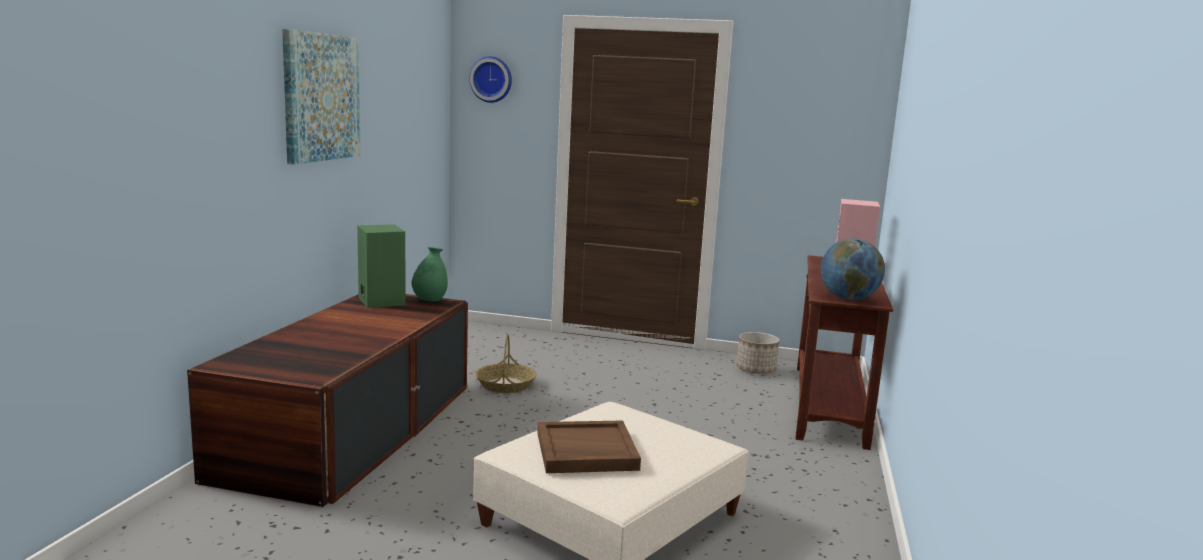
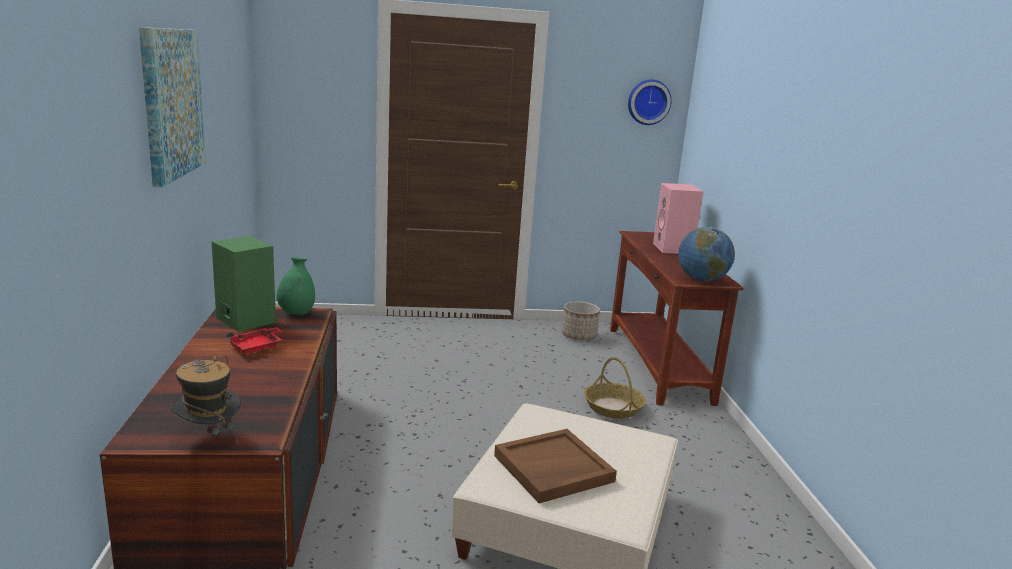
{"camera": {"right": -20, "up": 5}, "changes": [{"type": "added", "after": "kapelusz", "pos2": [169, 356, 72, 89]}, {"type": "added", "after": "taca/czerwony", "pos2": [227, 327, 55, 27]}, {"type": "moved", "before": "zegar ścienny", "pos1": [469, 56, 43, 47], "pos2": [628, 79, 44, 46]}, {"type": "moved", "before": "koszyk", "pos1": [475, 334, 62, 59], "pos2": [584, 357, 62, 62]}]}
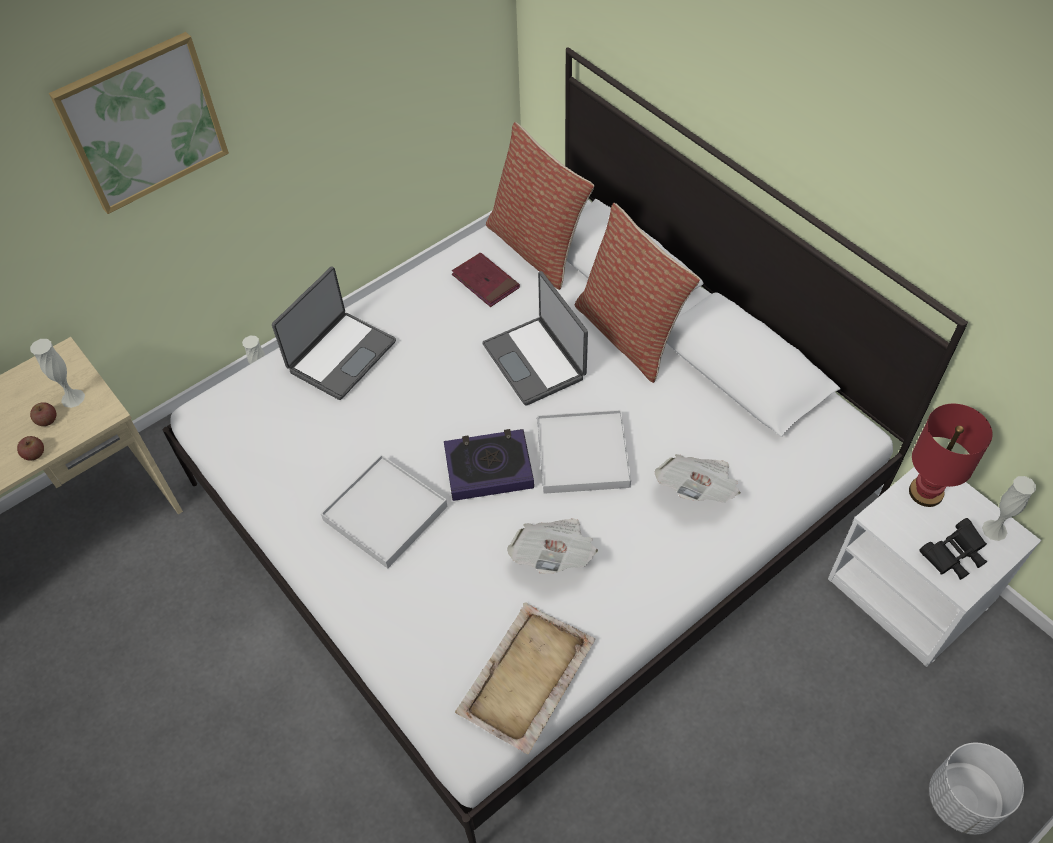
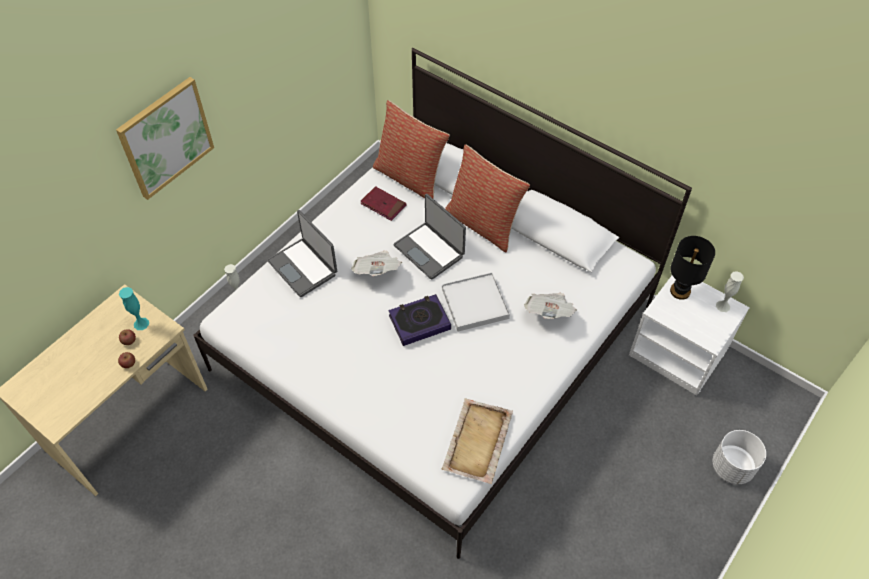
{"camera": {"right": -15, "up": 0}, "changes": [{"type": "removed", "before": "taca/biały", "pos1": [321, 455, 127, 114]}, {"type": "removed", "before": "lornetka/czarny", "pos1": [919, 518, 68, 62]}, {"type": "moved", "before": "gazeta", "pos1": [507, 518, 91, 56], "pos2": [351, 251, 51, 25]}, {"type": "recoloured", "before": "wazon/biały", "after": "wazon/turkusowy", "pos1": [30, 339, 55, 69], "pos2": [119, 287, 30, 43]}, {"type": "recoloured", "before": "lampa stołowa/czerwony", "after": "lampa stołowa/czarny", "pos1": [909, 404, 84, 103], "pos2": [670, 236, 45, 64]}, {"type": "turned", "before": "laptop", "pos1": [272, 266, 124, 134], "pos2": [267, 210, 70, 87], "turn": 120}]}
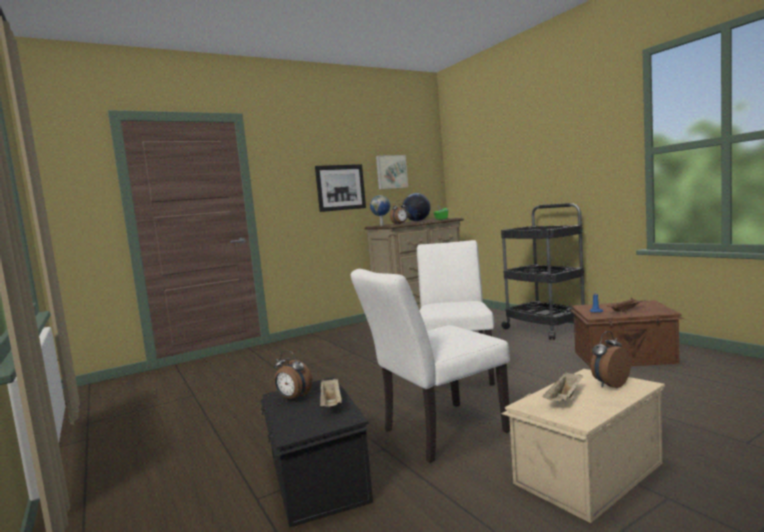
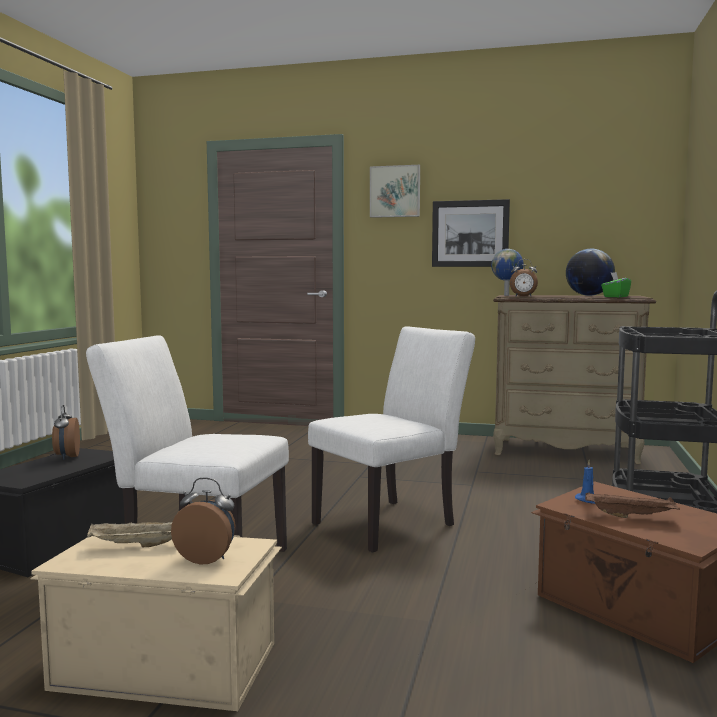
{"camera": {"right": 45, "up": 0}, "changes": [{"type": "removed", "before": "taca/beżowy", "pos1": [320, 379, 22, 28]}, {"type": "moved", "before": "obraz", "pos1": [376, 155, 32, 34], "pos2": [370, 165, 50, 53]}]}
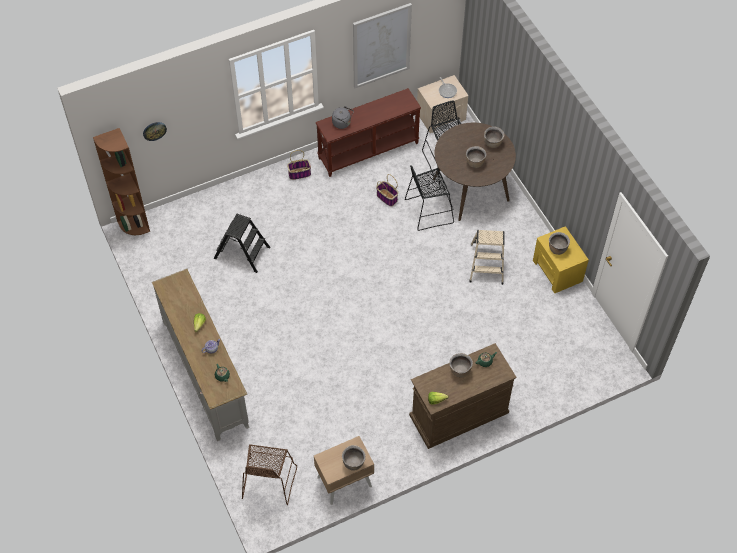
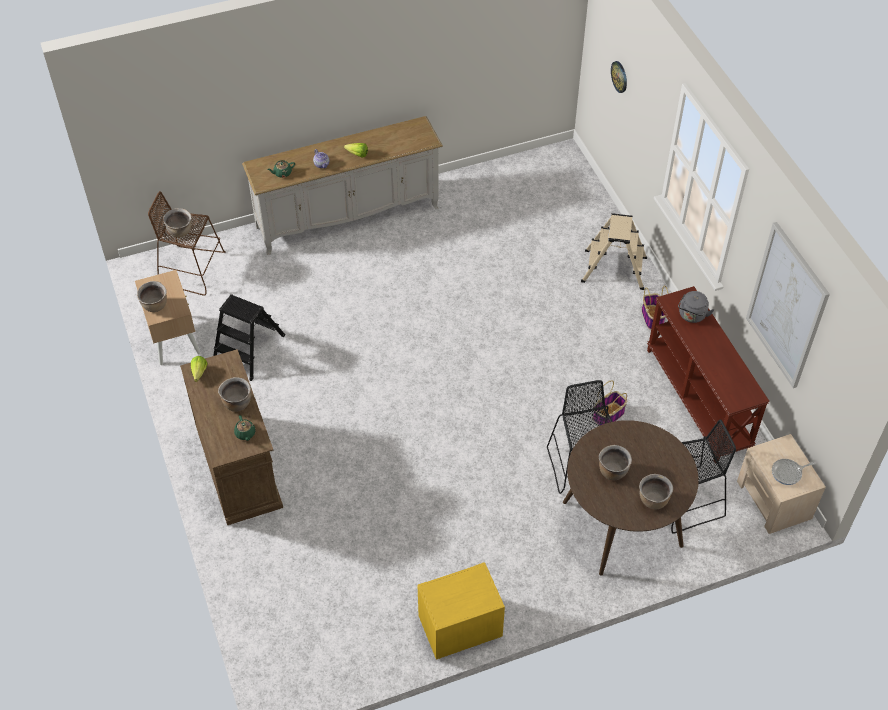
{"camera": {"right": 95, "up": -5}, "changes": [{"type": "removed", "before": "regał/brązowy", "pos1": [93, 128, 57, 107]}, {"type": "moved", "before": "drabinka/czarny", "pos1": [214, 213, 56, 60], "pos2": [213, 294, 73, 87]}, {"type": "moved", "before": "drabinka/beżowy", "pos1": [469, 230, 36, 55], "pos2": [581, 213, 66, 77]}, {"type": "moved", "before": "garnek/brązowy", "pos1": [549, 232, 21, 23], "pos2": [163, 208, 29, 30]}]}
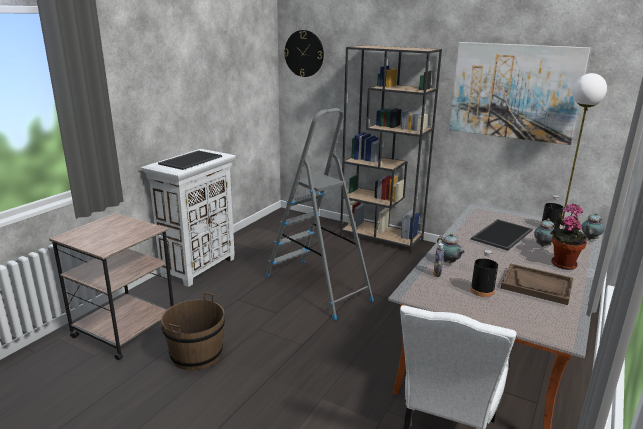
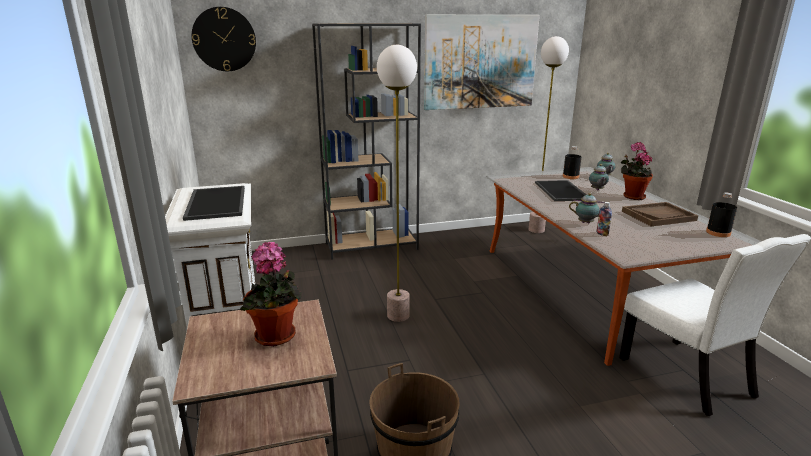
{"camera": {"right": -45, "up": 0}, "changes": [{"type": "added", "after": "roślina doniczkowa", "pos2": [240, 242, 62, 105]}, {"type": "moved", "before": "butelka/czarny", "pos1": [470, 250, 28, 47], "pos2": [706, 193, 31, 44]}, {"type": "replaced", "before": "drabinka/szary", "after": "lampa stojąca", "pos1": [266, 108, 108, 212], "pos2": [377, 45, 40, 277]}]}
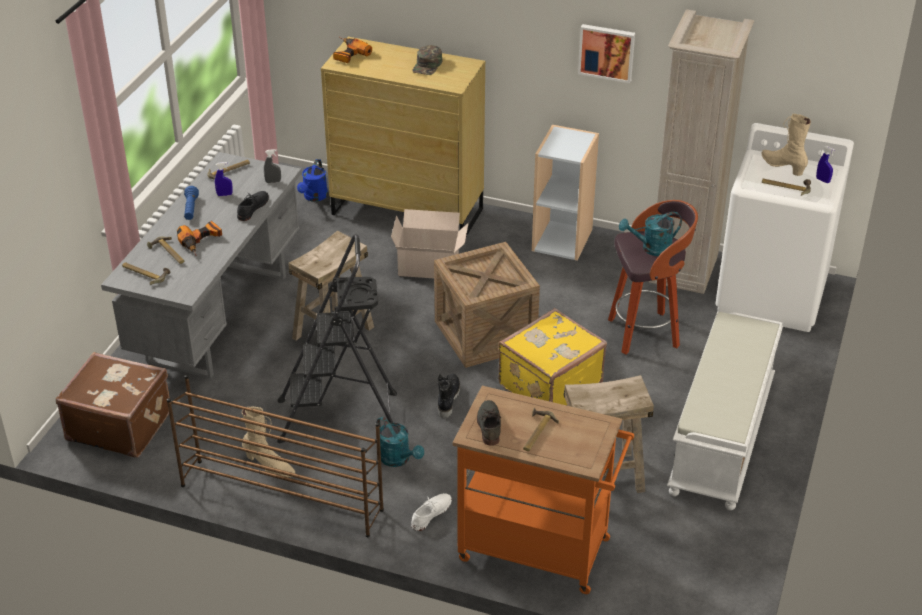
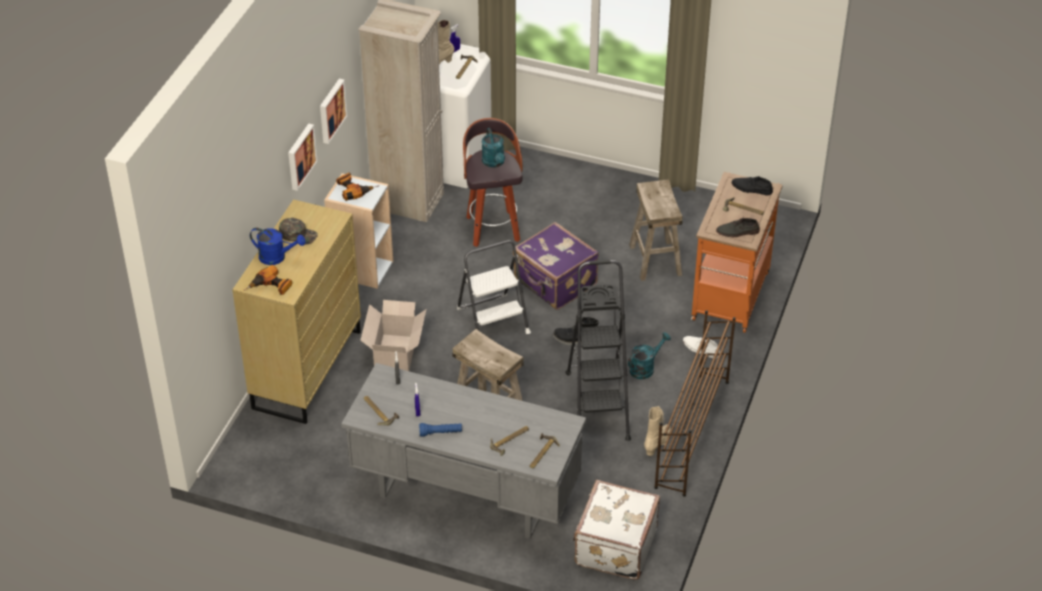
{"camera": {"right": -90, "up": 5}, "changes": [{"type": "removed", "before": "ławka/biały", "pos1": [667, 312, 116, 198]}, {"type": "added", "after": "obraz", "pos2": [288, 123, 30, 68]}, {"type": "moved", "before": "wiertarka", "pos1": [177, 221, 45, 35], "pos2": [336, 173, 43, 28]}, {"type": "moved", "before": "but/czarny", "pos1": [237, 191, 32, 30], "pos2": [732, 176, 41, 20]}, {"type": "moved", "before": "konewka/niebieski", "pos1": [297, 159, 31, 43], "pos2": [250, 228, 55, 37]}, {"type": "replaced", "before": "skrzynka", "after": "drabinka/biały", "pos1": [434, 242, 106, 126], "pos2": [457, 240, 74, 94]}, {"type": "recoloured", "before": "walizka/brązowy", "after": "walizka/biały", "pos1": [56, 352, 114, 105], "pos2": [573, 480, 87, 100]}, {"type": "recoloured", "before": "walizka/żółty", "after": "walizka/fioletowy", "pos1": [498, 308, 109, 98], "pos2": [513, 222, 86, 88]}]}
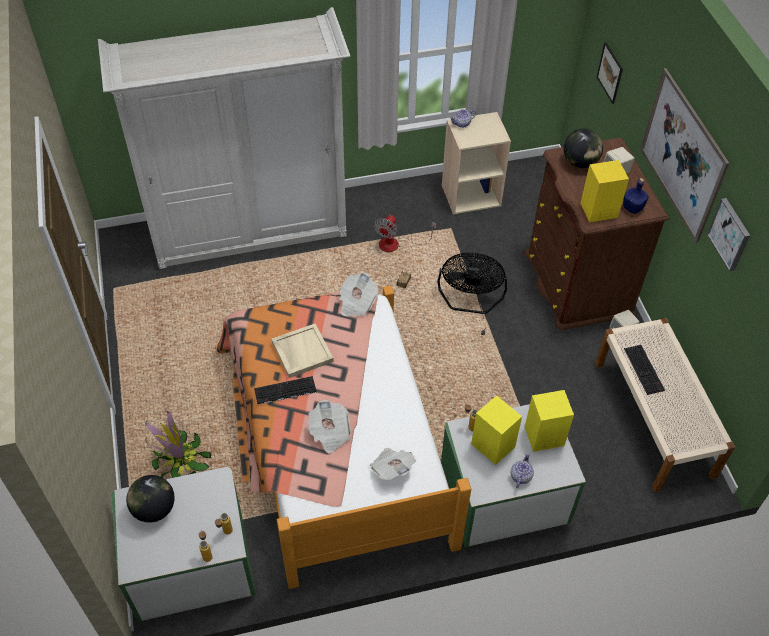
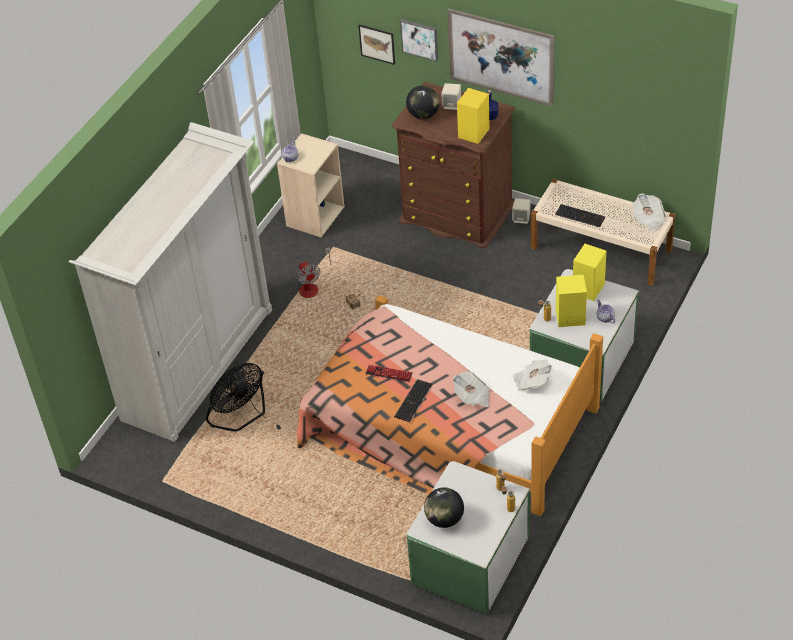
{"camera": {"right": -45, "up": -5}, "changes": [{"type": "removed", "before": "roślina doniczkowa", "pos1": [145, 411, 66, 67]}, {"type": "moved", "before": "gazeta", "pos1": [339, 273, 40, 43], "pos2": [632, 193, 35, 39]}, {"type": "moved", "before": "wentylator/czarny", "pos1": [438, 253, 70, 83], "pos2": [206, 363, 75, 69]}, {"type": "moved", "before": "obraz", "pos1": [707, 198, 43, 74], "pos2": [400, 19, 38, 43]}, {"type": "replaced", "before": "taca/beżowy", "after": "klawiatura", "pos1": [272, 324, 62, 54], "pos2": [365, 365, 47, 17]}]}
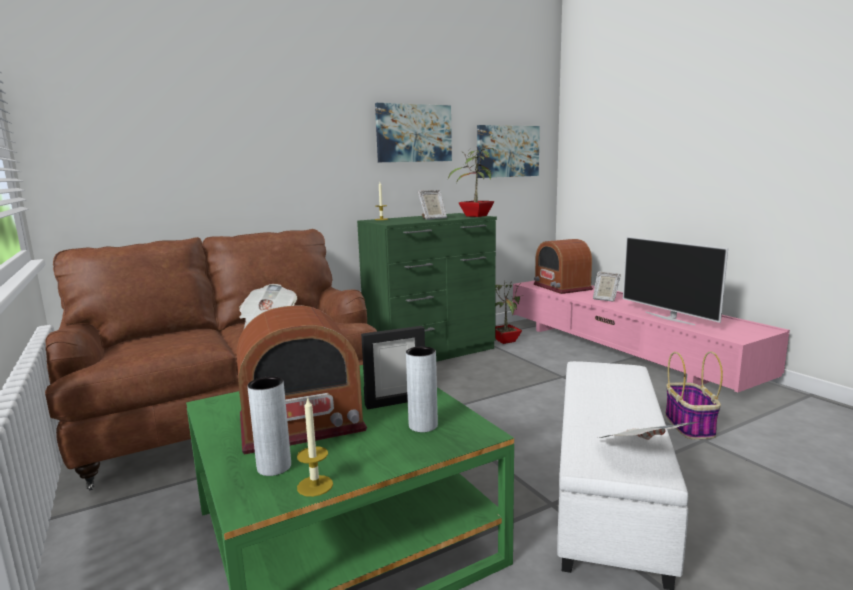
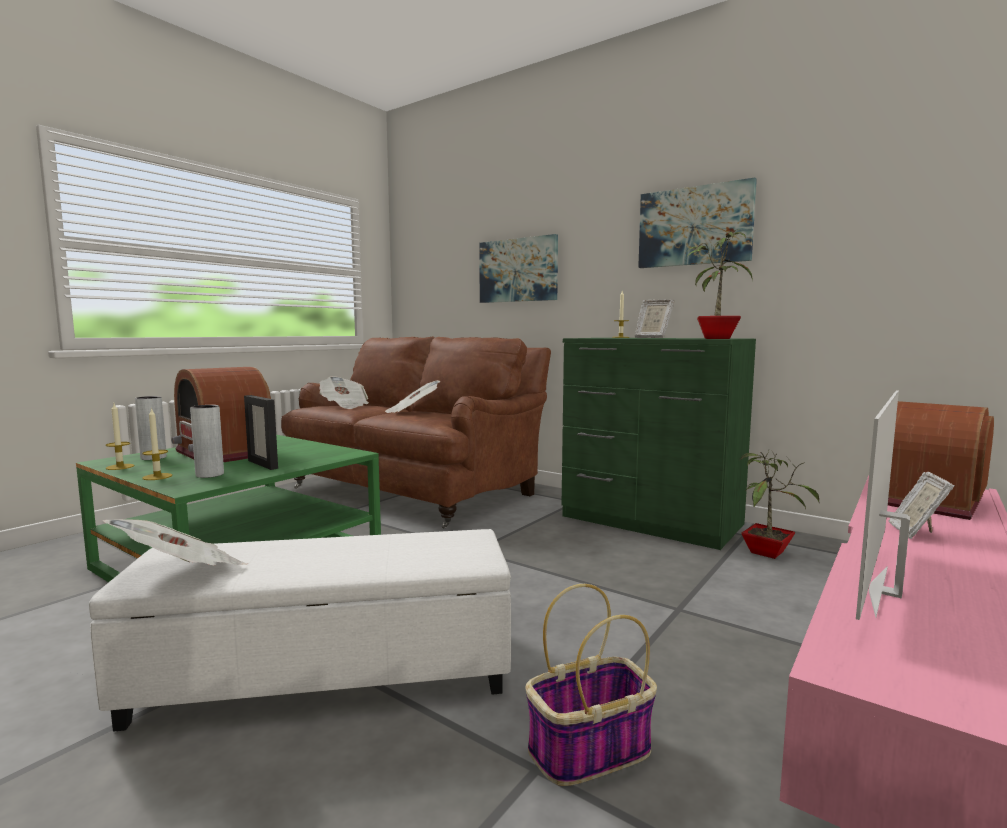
{"camera": {"right": 65, "up": -5}, "changes": [{"type": "added", "after": "świeca", "pos2": [143, 408, 29, 72]}, {"type": "added", "after": "gazeta", "pos2": [319, 376, 50, 33]}, {"type": "moved", "before": "obraz", "pos1": [477, 125, 63, 53], "pos2": [479, 234, 79, 69]}]}
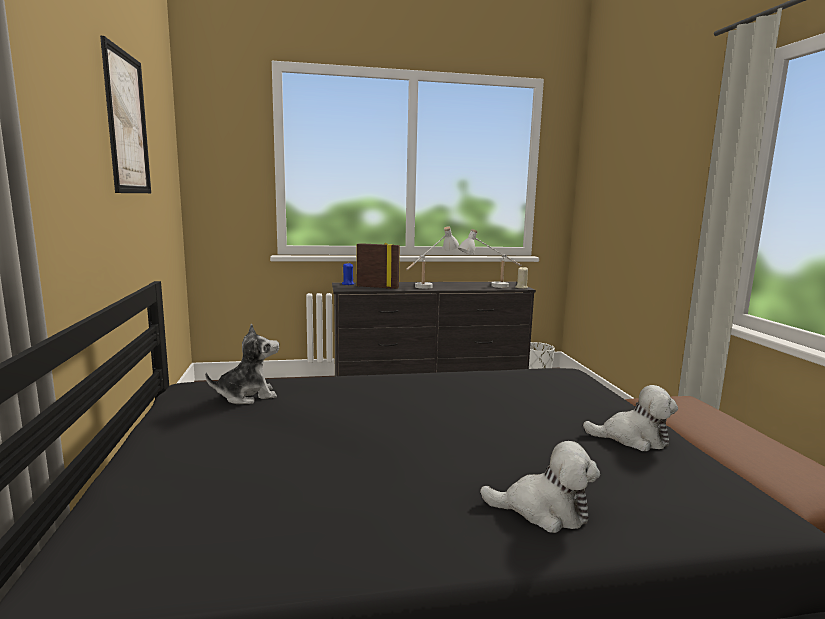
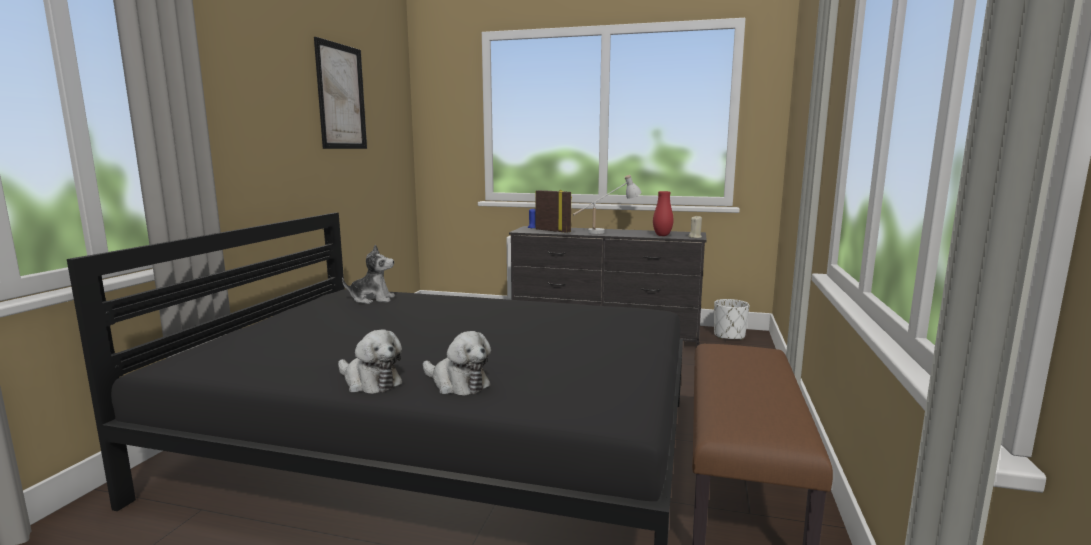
{"camera": {"right": 25, "up": 0}, "changes": [{"type": "moved", "before": "pluszak", "pos1": [583, 385, 95, 66], "pos2": [338, 329, 64, 65]}, {"type": "replaced", "before": "lampa stołowa/biały", "after": "wazon/czerwony", "pos1": [458, 229, 63, 59], "pos2": [653, 191, 20, 45]}]}
